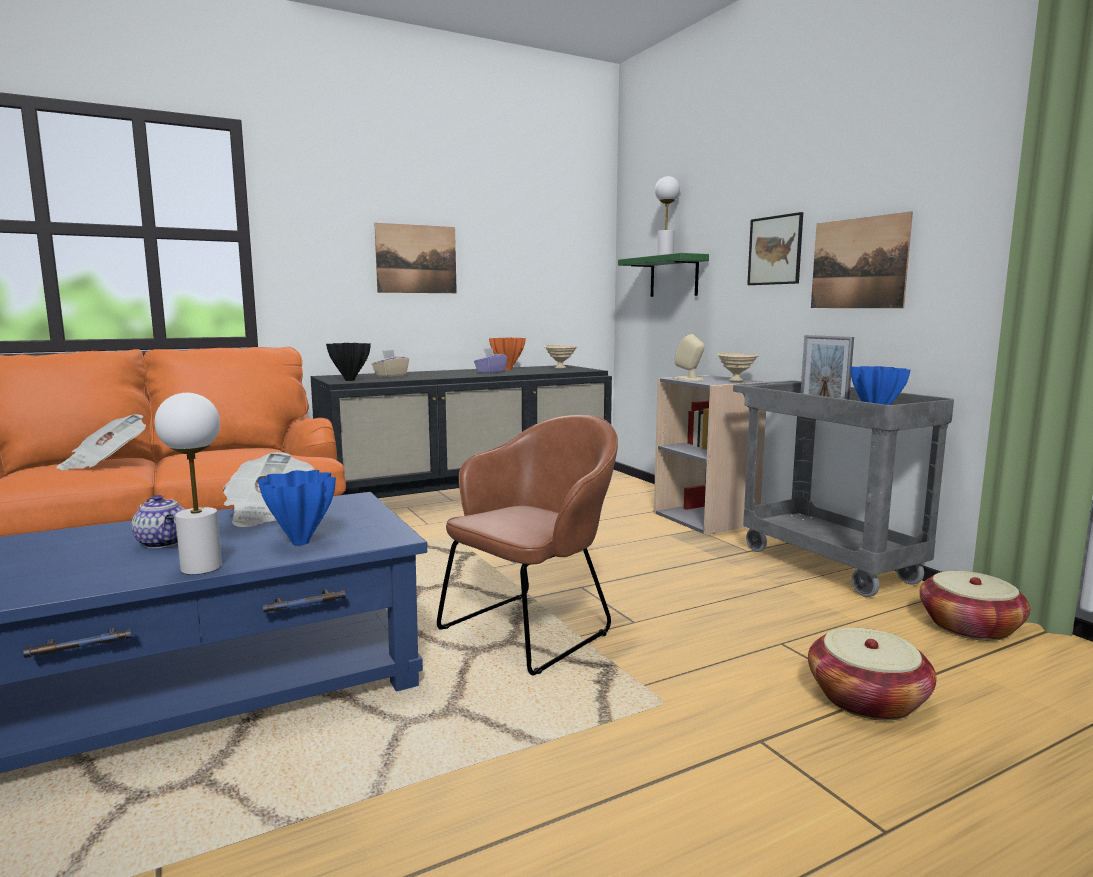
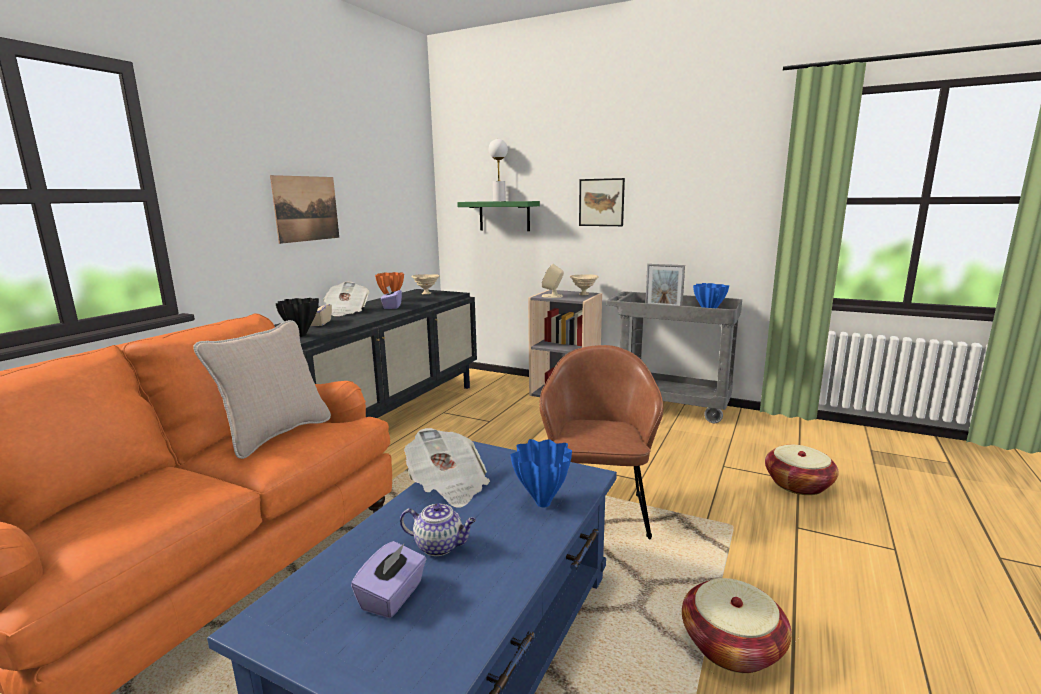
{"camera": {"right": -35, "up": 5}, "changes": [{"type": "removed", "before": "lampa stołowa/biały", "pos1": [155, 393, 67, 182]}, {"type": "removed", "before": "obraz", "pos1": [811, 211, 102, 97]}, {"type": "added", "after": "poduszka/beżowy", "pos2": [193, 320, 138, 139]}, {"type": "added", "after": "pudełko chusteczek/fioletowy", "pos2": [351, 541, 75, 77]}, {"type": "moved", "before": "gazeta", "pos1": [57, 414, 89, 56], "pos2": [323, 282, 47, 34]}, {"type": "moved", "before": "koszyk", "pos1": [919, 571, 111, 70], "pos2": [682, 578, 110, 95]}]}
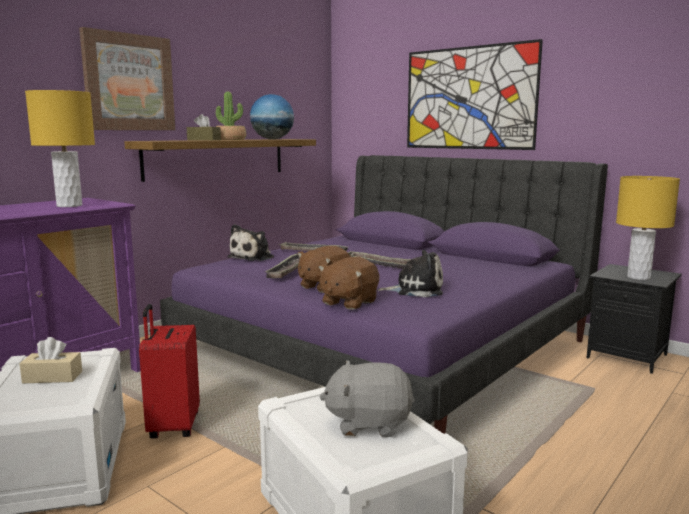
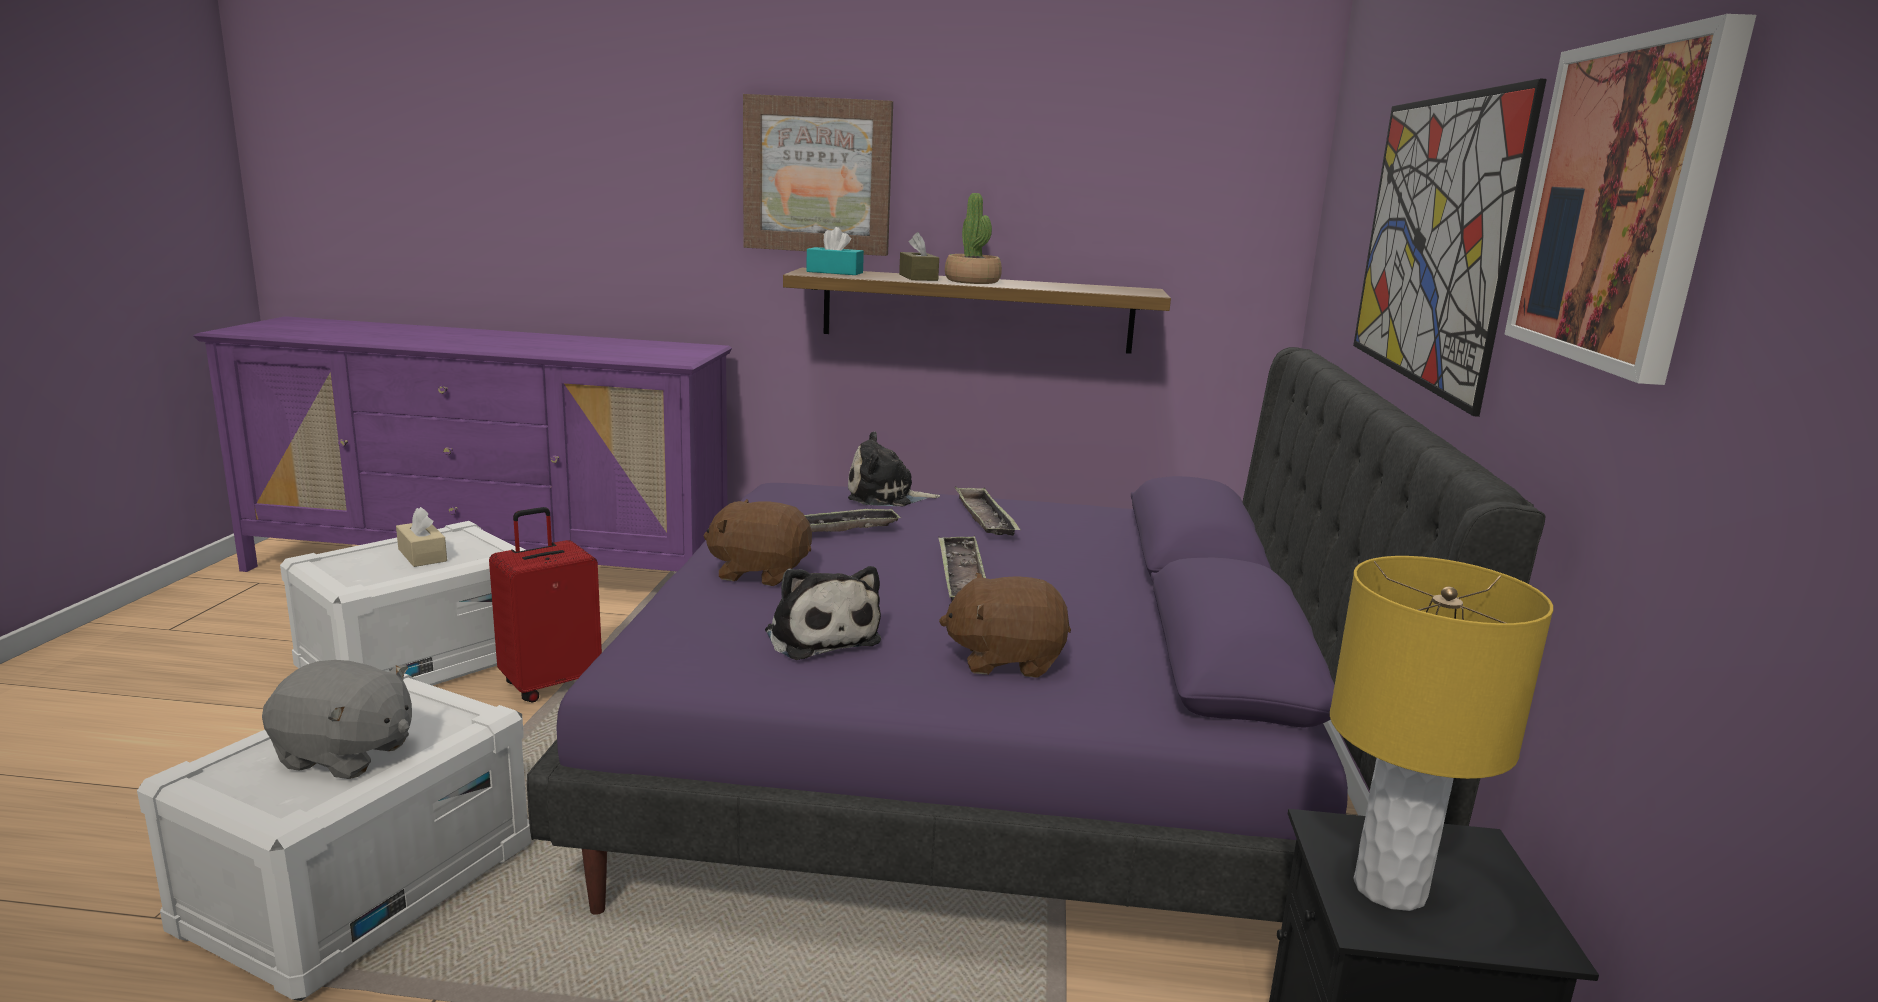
{"camera": {"right": 55, "up": 5}, "changes": [{"type": "removed", "before": "lampa stołowa/żółty", "pos1": [25, 90, 70, 117]}, {"type": "removed", "before": "globus", "pos1": [250, 94, 44, 45]}, {"type": "added", "after": "pudełko chusteczek/turkusowy", "pos2": [806, 227, 58, 48]}, {"type": "added", "after": "obraz", "pos2": [1504, 14, 252, 371]}, {"type": "moved", "before": "pluszak/brązowy", "pos1": [318, 257, 61, 53], "pos2": [939, 573, 132, 105]}, {"type": "turned", "before": "pluszak/szary", "pos1": [319, 360, 96, 77], "pos2": [262, 660, 150, 119], "turn": 135}]}
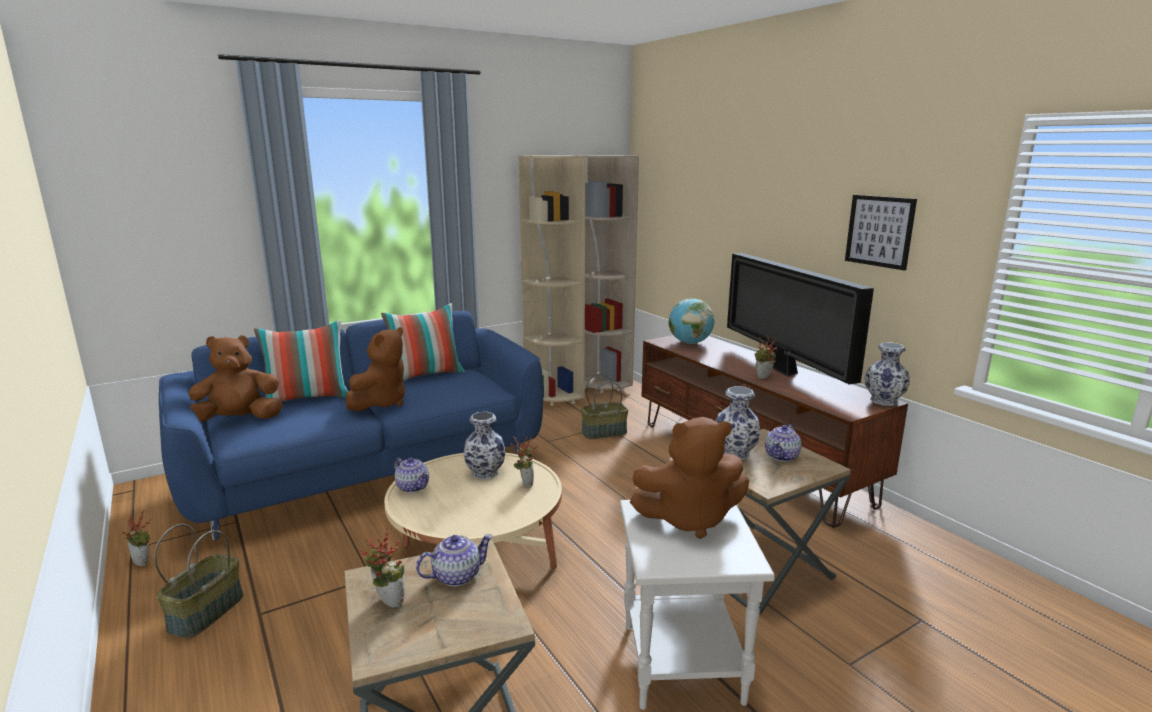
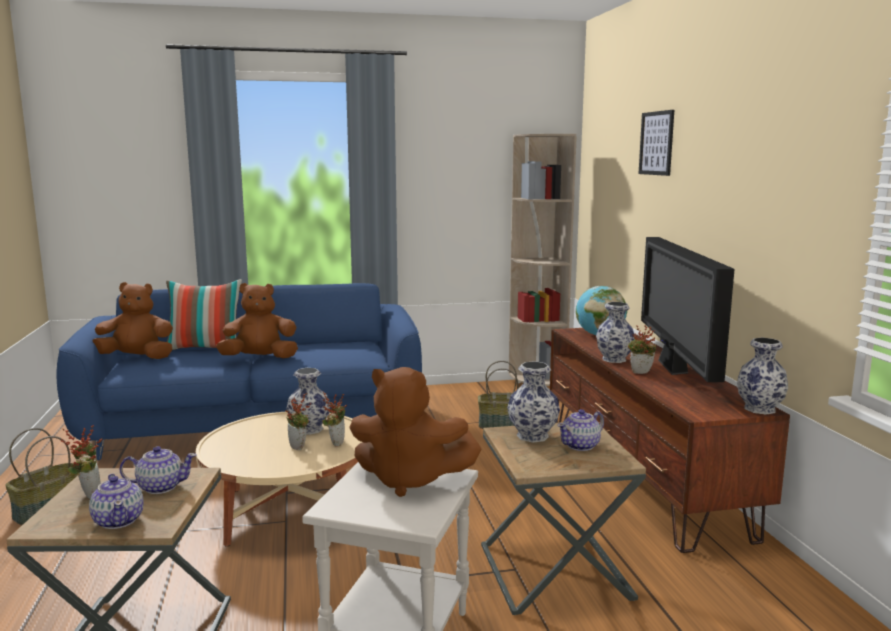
{"camera": {"right": 20, "up": -5}, "changes": [{"type": "removed", "before": "poduszka", "pos1": [381, 303, 84, 78]}, {"type": "removed", "before": "regał/beżowy", "pos1": [518, 155, 67, 251]}, {"type": "added", "after": "wazon", "pos2": [596, 302, 39, 61]}, {"type": "moved", "before": "roślina doniczkowa", "pos1": [122, 510, 30, 56], "pos2": [285, 393, 27, 57]}, {"type": "moved", "before": "imbryk", "pos1": [394, 458, 35, 35], "pos2": [89, 474, 55, 55]}, {"type": "moved", "before": "obraz", "pos1": [845, 195, 72, 76], "pos2": [639, 110, 35, 66]}, {"type": "turned", "before": "pluszak/brązowy", "pos1": [345, 327, 60, 84], "pos2": [216, 283, 82, 75], "turn": -150}]}
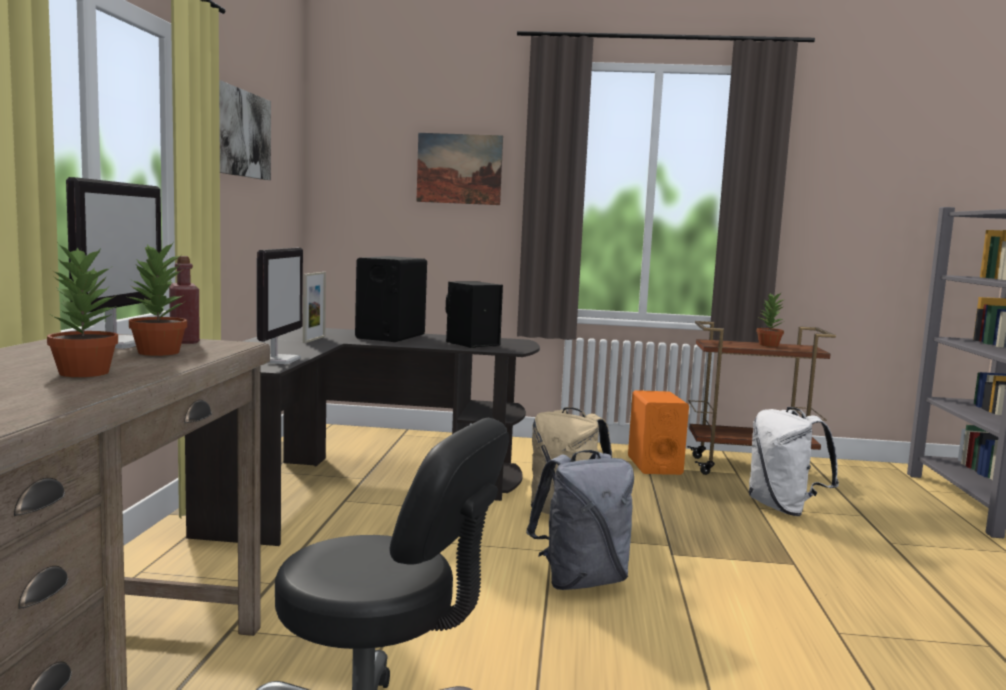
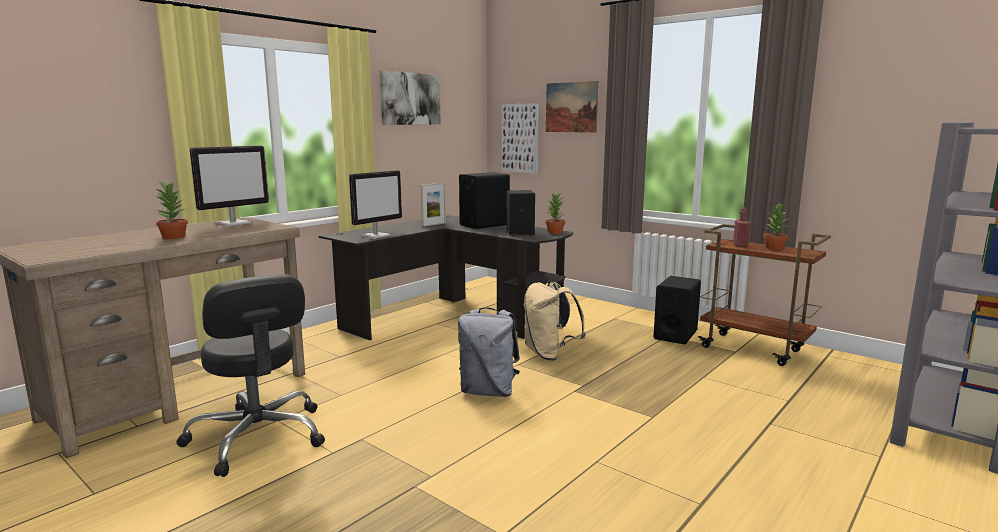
{"camera": {"right": 35, "up": 5}, "changes": [{"type": "removed", "before": "plecak/biały", "pos1": [749, 407, 90, 109]}, {"type": "added", "after": "obraz", "pos2": [502, 103, 37, 71]}, {"type": "moved", "before": "roślina doniczkowa", "pos1": [125, 242, 62, 114], "pos2": [545, 192, 20, 42]}, {"type": "moved", "before": "butelka/czerwony", "pos1": [169, 256, 31, 88], "pos2": [733, 208, 17, 39]}, {"type": "recoloured", "before": "głośnik/pomarańczowy", "after": "głośnik/czarny", "pos1": [628, 390, 61, 85], "pos2": [653, 276, 48, 69]}]}
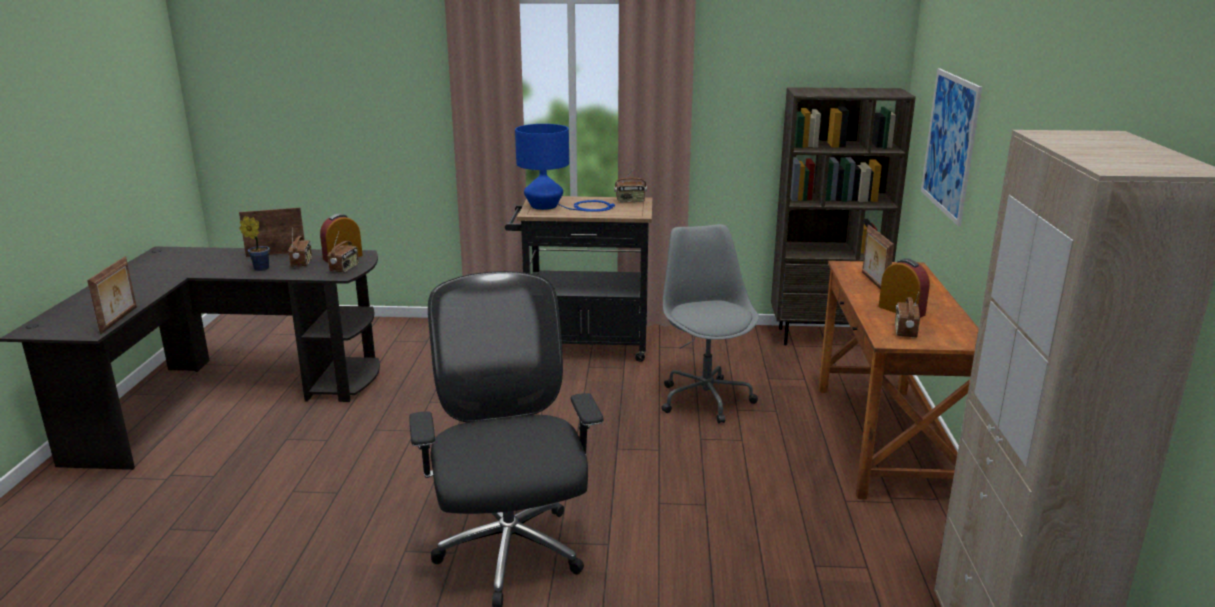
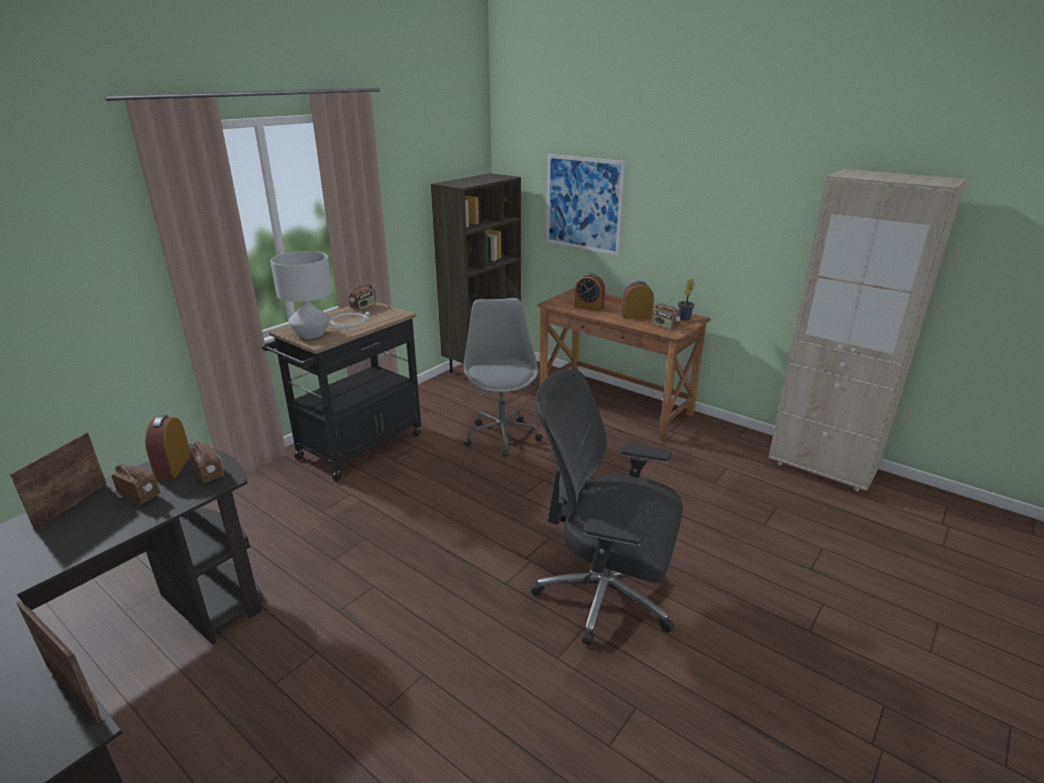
{"camera": {"right": -55, "up": 5}, "changes": [{"type": "moved", "before": "roślina doniczkowa", "pos1": [239, 216, 31, 55], "pos2": [678, 278, 17, 43]}, {"type": "replaced", "before": "ramka na zdjęcie", "after": "budzik", "pos1": [862, 225, 32, 65], "pos2": [575, 273, 30, 39]}, {"type": "recoloured", "before": "lampa stołowa/niebieski", "after": "lampa stołowa/szary", "pos1": [515, 124, 100, 88], "pos2": [271, 251, 99, 88]}, {"type": "turned", "before": "krzesło biurowe/szary", "pos1": [661, 224, 98, 199], "pos2": [463, 298, 80, 159], "turn": 60}]}
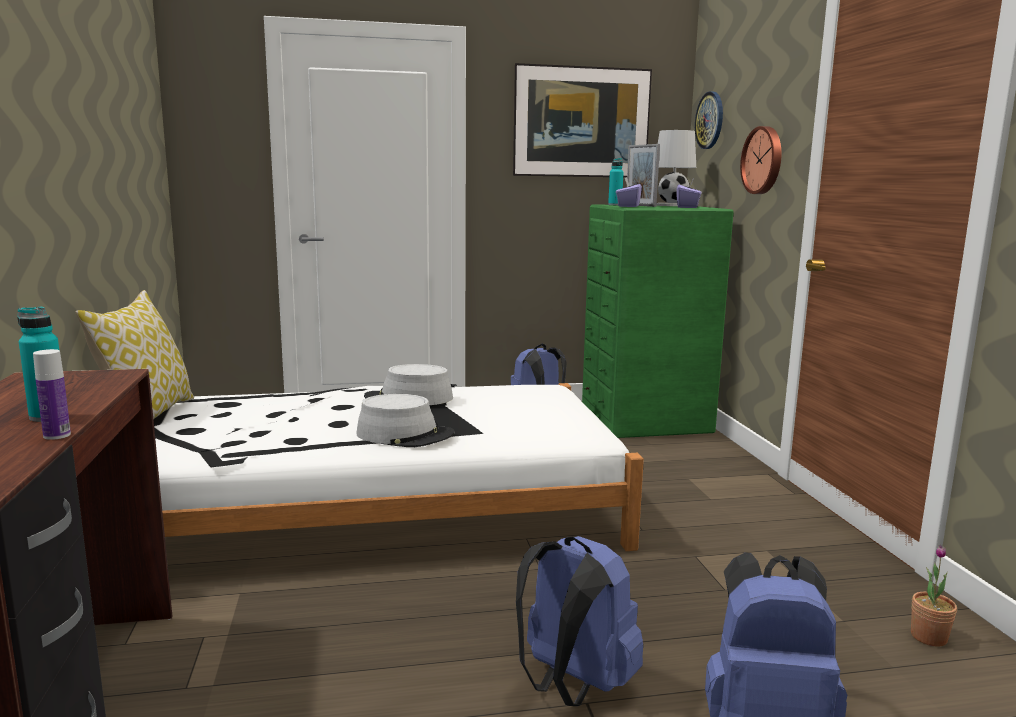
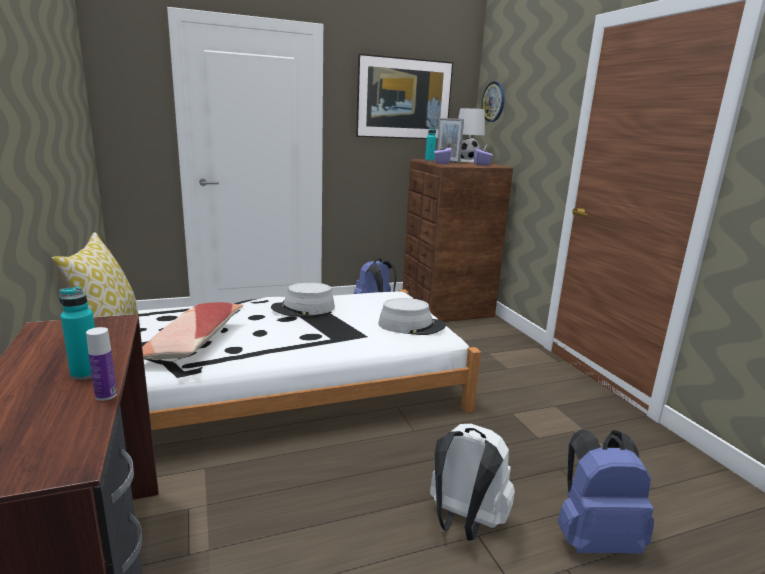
{"camera": {"right": -10, "up": 5}, "changes": [{"type": "removed", "before": "zegar ścienny", "pos1": [740, 126, 42, 68]}, {"type": "removed", "before": "roślina doniczkowa", "pos1": [911, 545, 46, 102]}, {"type": "added", "after": "poduszka", "pos2": [142, 302, 101, 58]}, {"type": "moved", "before": "kapelusz/szary", "pos1": [356, 394, 99, 53], "pos2": [378, 298, 68, 37]}, {"type": "recoloured", "before": "plecak/niebieski", "after": "plecak/biały", "pos1": [516, 536, 127, 170], "pos2": [430, 424, 85, 117]}, {"type": "recoloured", "before": "komoda/zielony", "after": "komoda/brązowy", "pos1": [582, 205, 152, 233], "pos2": [403, 159, 110, 163]}]}
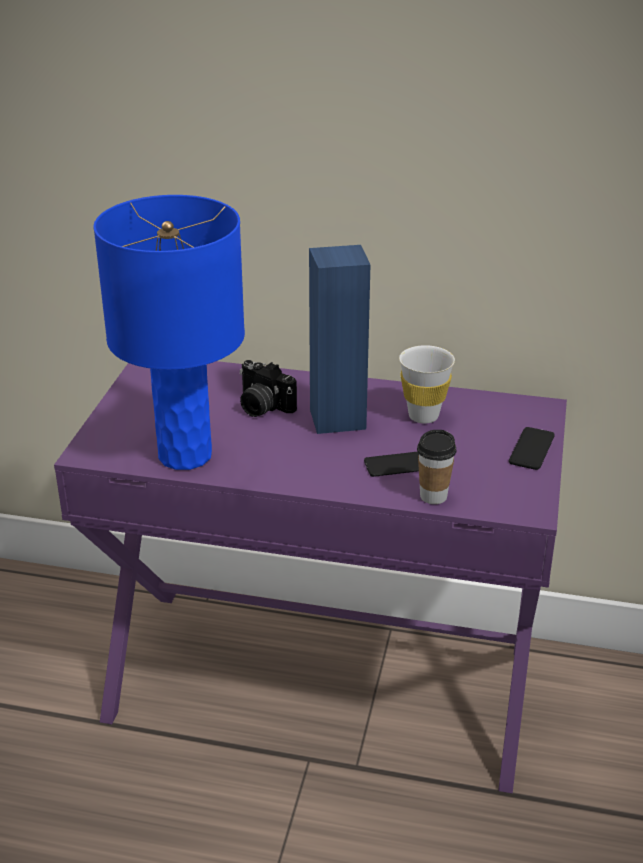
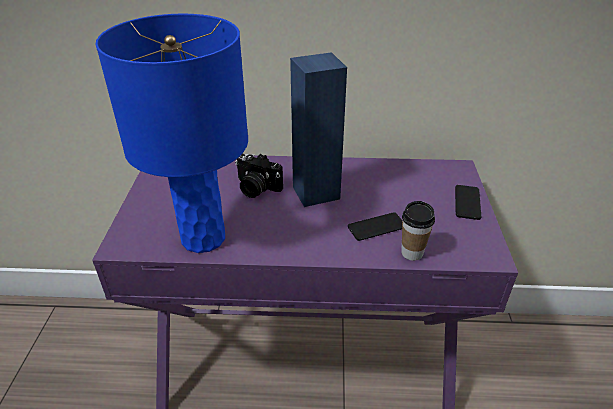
{"camera": {"right": -10, "up": 5}, "changes": [{"type": "removed", "before": "filiżanka/biały", "pos1": [399, 345, 56, 79]}]}
